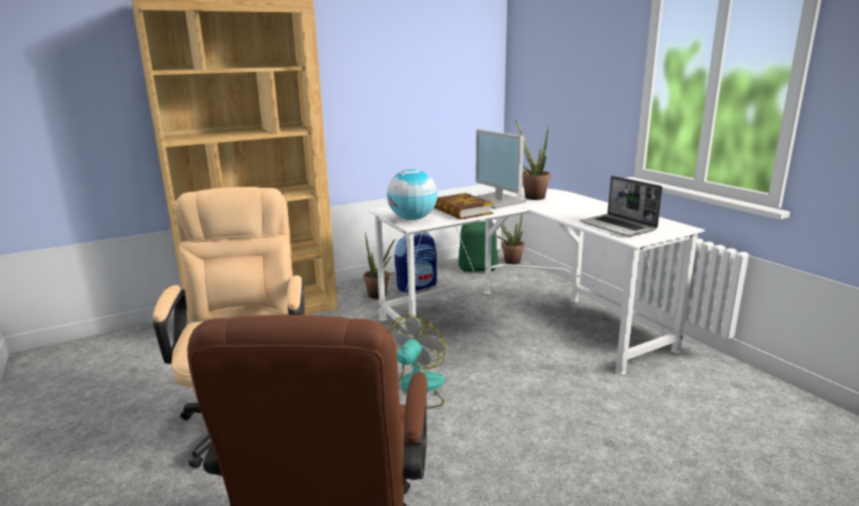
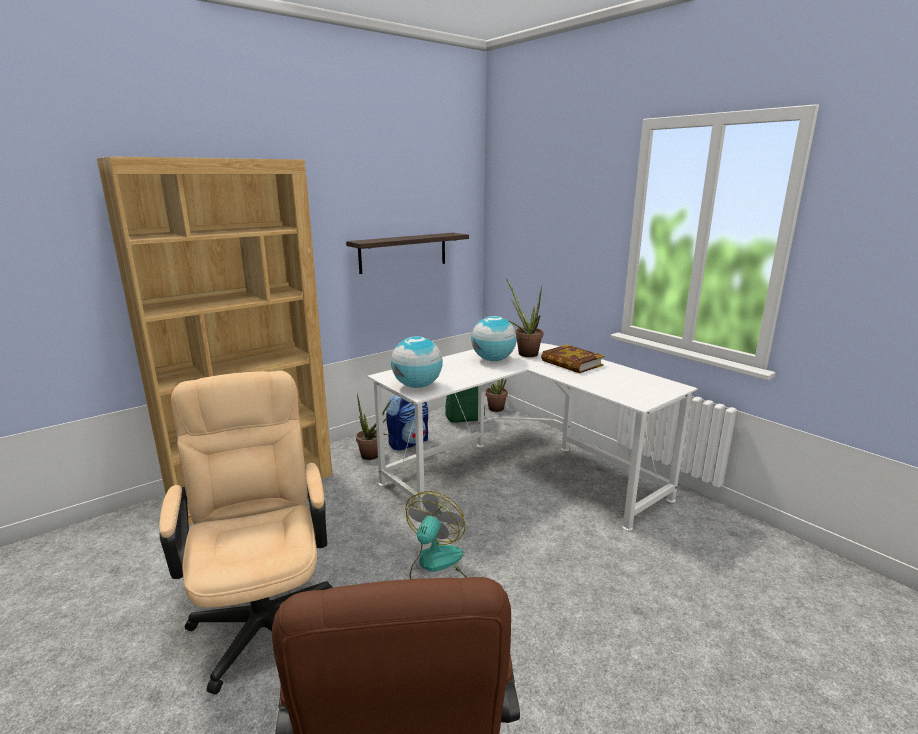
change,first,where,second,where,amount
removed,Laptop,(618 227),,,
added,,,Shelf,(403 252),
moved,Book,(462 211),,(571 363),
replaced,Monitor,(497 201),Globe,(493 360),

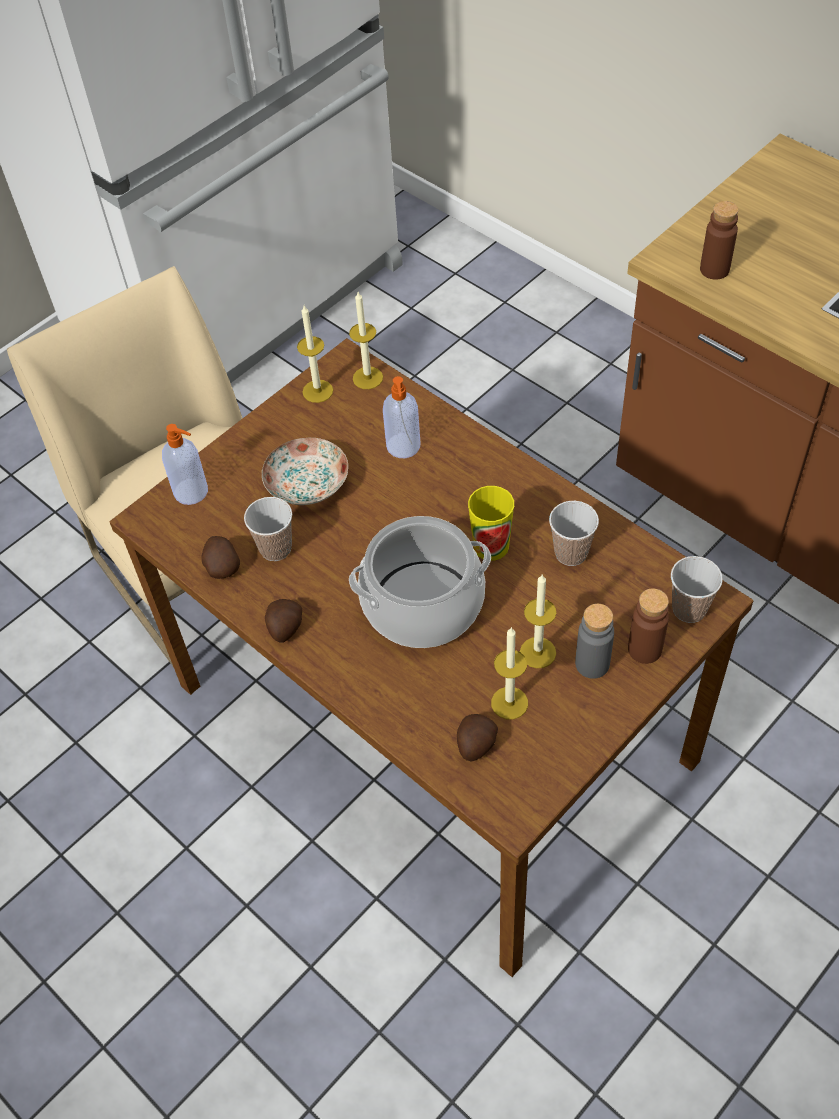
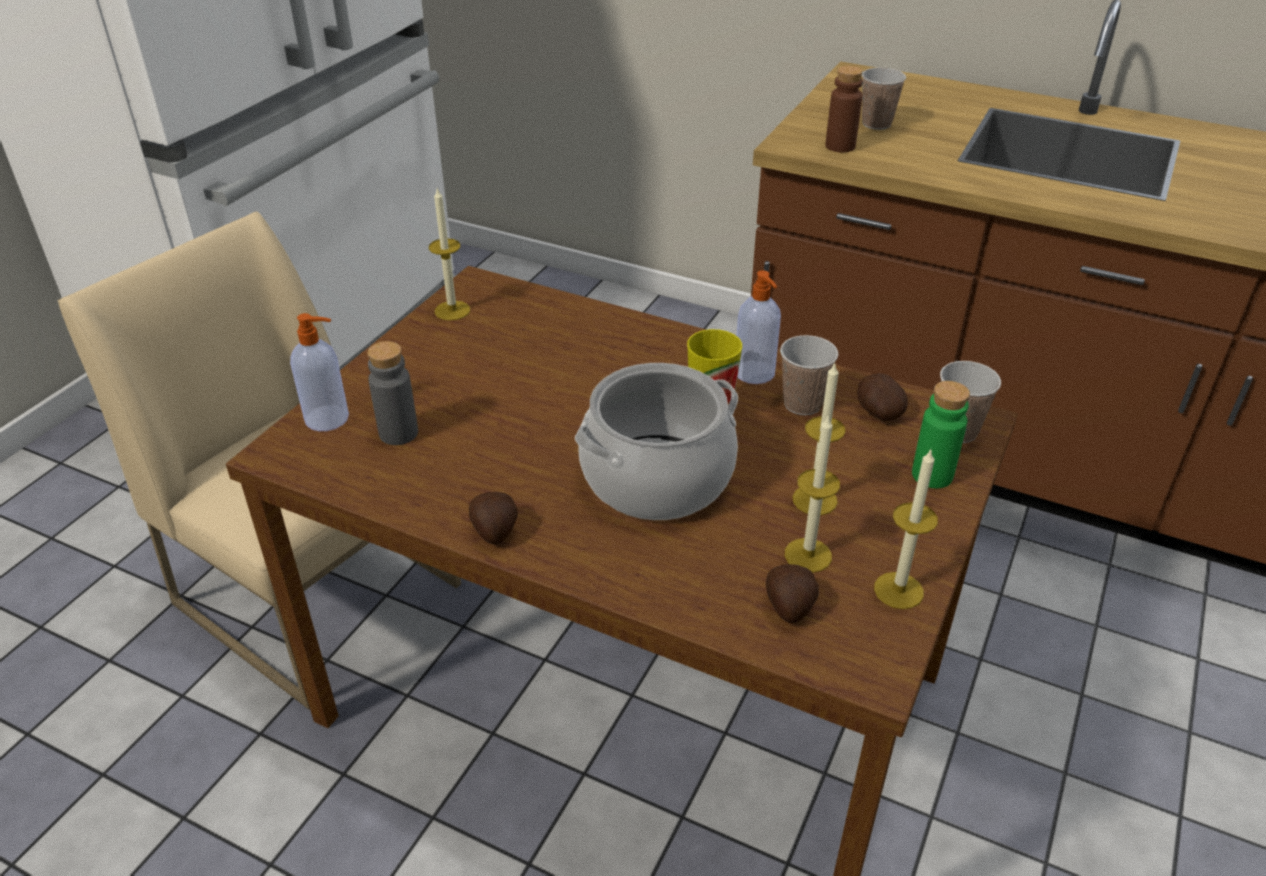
change,first,where,second,where,amount
removed,Plate,(307 483),,,
moved,Potato,(222 566),,(877 412),
moved,Cup,(275 548),,(876 124),
moved,Candle,(367 378),,(898 590),
moved,SoapDispenser,(403 447),,(755 373),
moved,GreyBottle,(592 664),,(398 433),
recoloured,BrownBottle,(644 649),GreenBottle,(932 475),

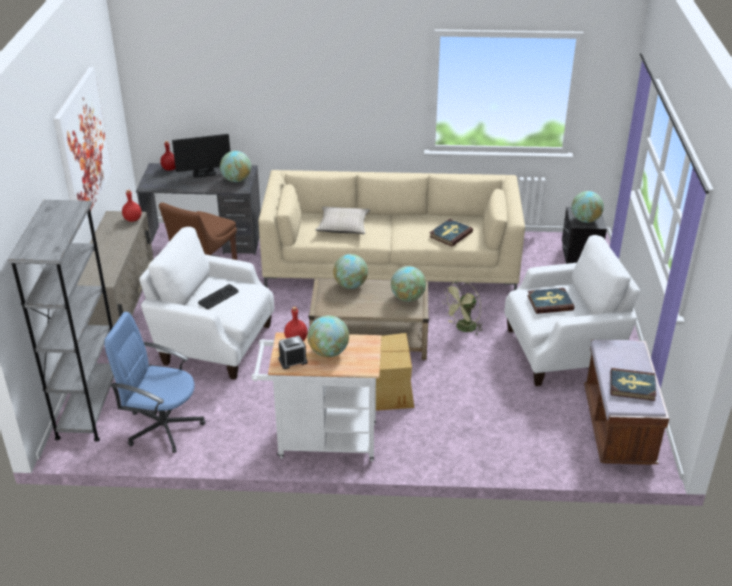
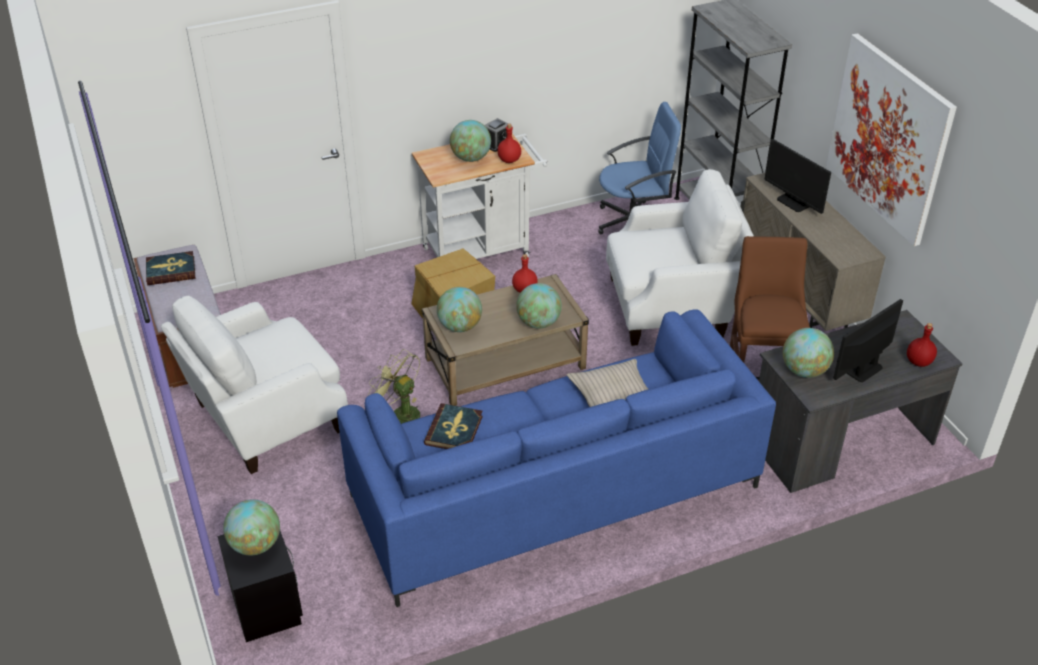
change,first,where,second,where,amount
removed,Keyboard,(219 297),,,
removed,Book,(550 302),,,
added,,,Monitor,(793 202),
moved,RedBottle,(133 219),,(524 289),
recoloured,BeigeSofa,(391 263),BlueSofa,(554 490),
turned,GreenFan,(463 328),,(400 413),75 degrees counterclockwise

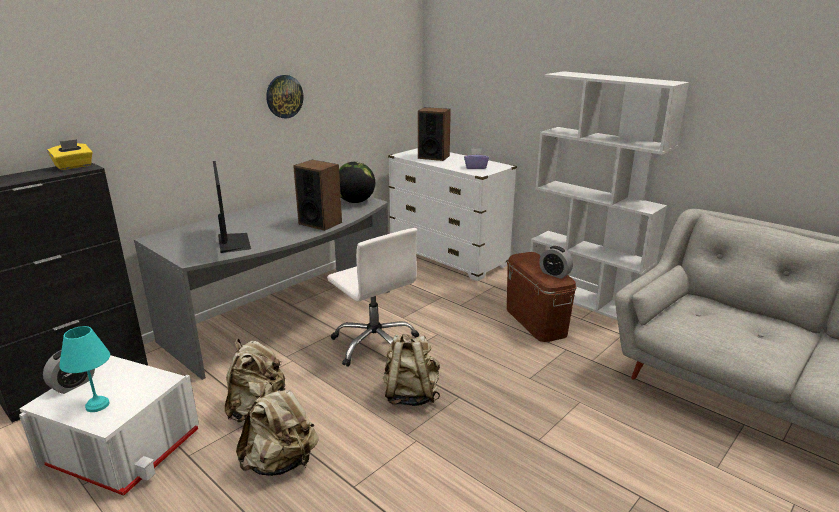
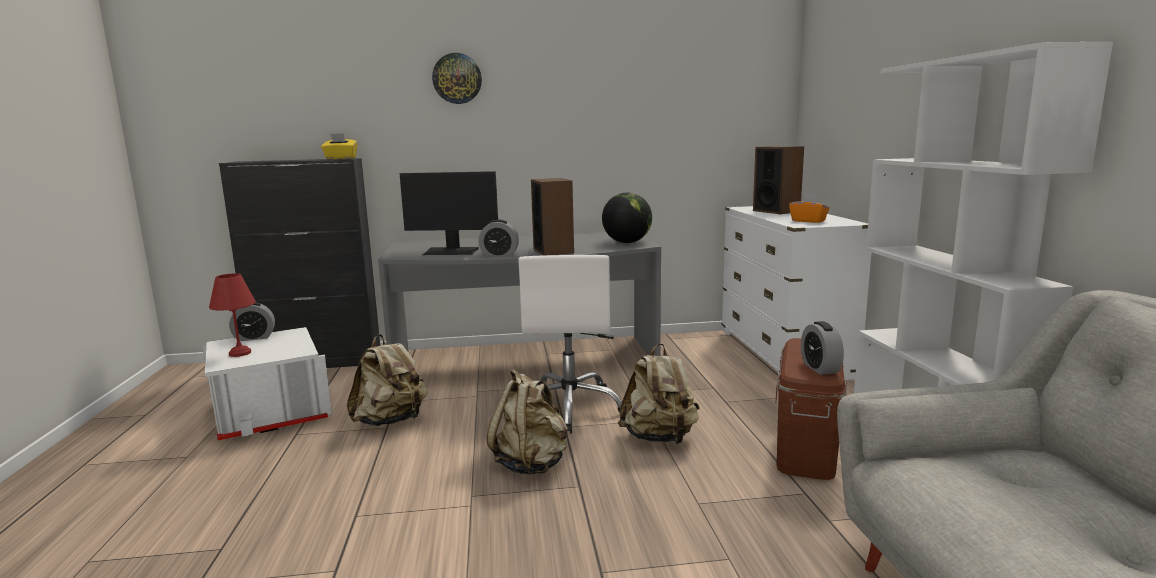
change,first,where,second,where,amount
added,,,AlarmClock,(499 255),
moved,BeigeBackpack,(281 463),,(659 438),
moved,WallClock,(284 96),,(457 78),
recoloured,TurquoiseTableLamp,(98 405),RedTableLamp,(241 353),
recoloured,PurpleTissueBox,(475 167),OrangeTissueBox,(808 221),
turned,Monitor,(232 242),,(451 251),75 degrees clockwise

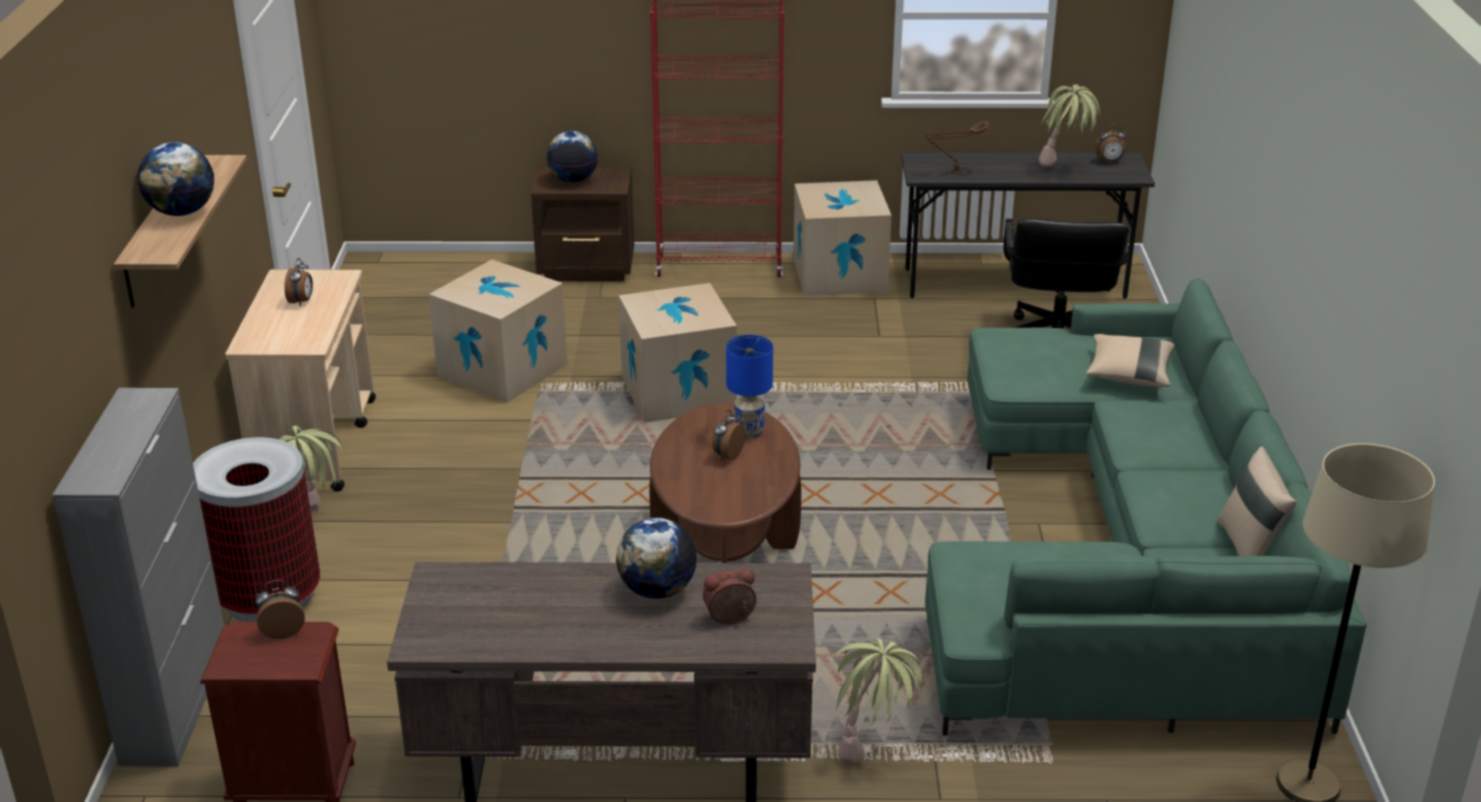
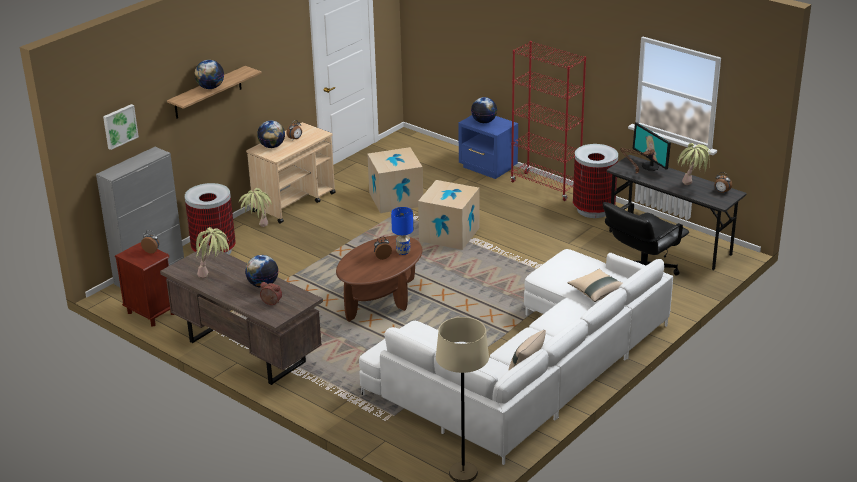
change,first,where,second,where,amount
added,,,Picture,(119 126),
added,,,Globe,(272 146),
added,,,Monitor,(650 166),
moved,PottedPlant,(874 748),,(215 277),
replaced,CardboardBox,(839 275),TrashCan,(593 209),
recoloured,BrownNightstand,(588 269),BlueNightstand,(488 168),
recoloured,GreenSofa,(1127 555),WhiteSofa,(529 370),

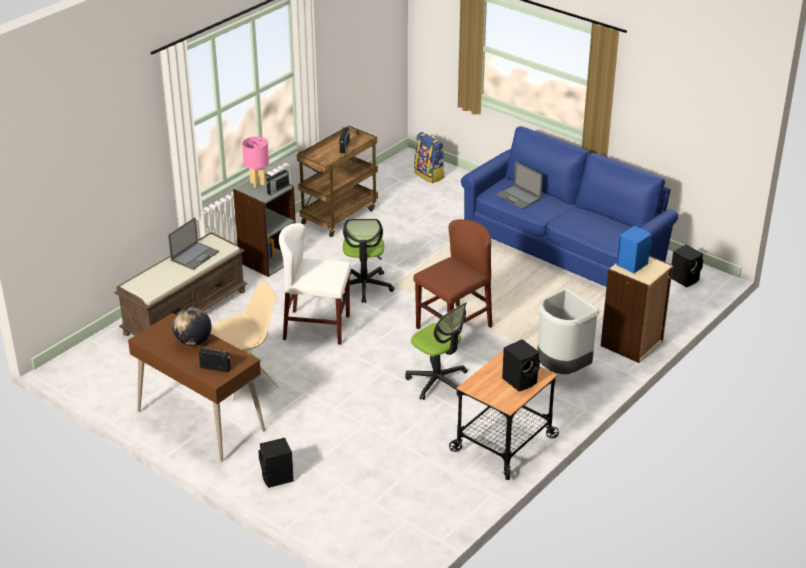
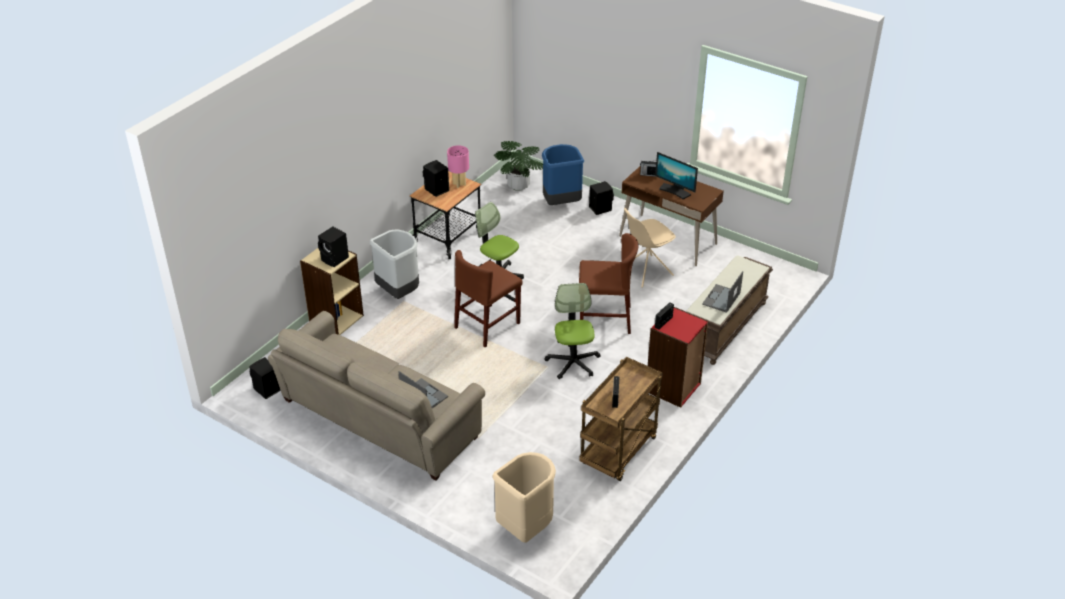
change,first,where,second,where,amount
added,,,PottedPlant,(518 185),
added,,,BlueTrashCan,(561 203),
moved,PinkTableLamp,(257 183),,(459 184),
replaced,Globe,(193 342),Monitor,(675 191),
replaced,Backpack,(430 175),BeigeTrashCan,(525 528),
recoloured,GreyBookcase,(267 260),RedBookcase,(673 388),
recoloured,WhiteChair,(317 327),BrownChair,(605 319),
recoloured,BlueSofa,(565 248),BeigeSofa,(376 422),
recoloured,BlueSpeaker,(631 264),BlackSpeaker,(335 259),

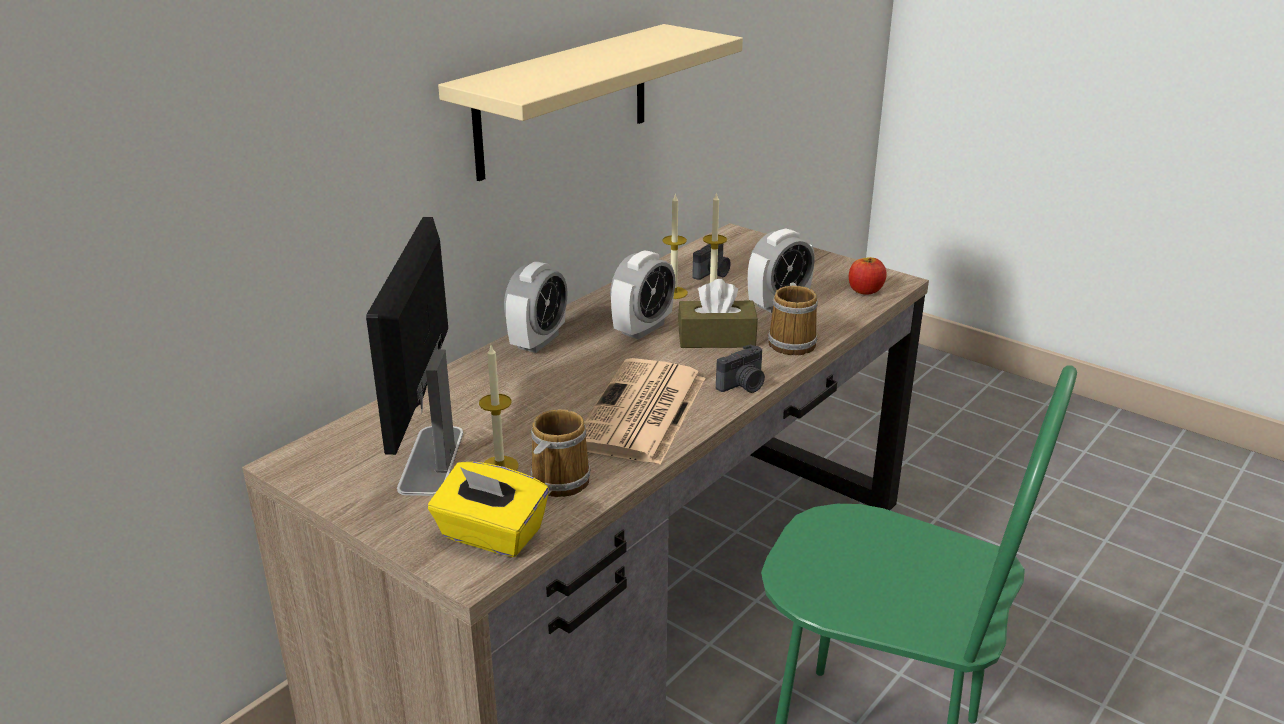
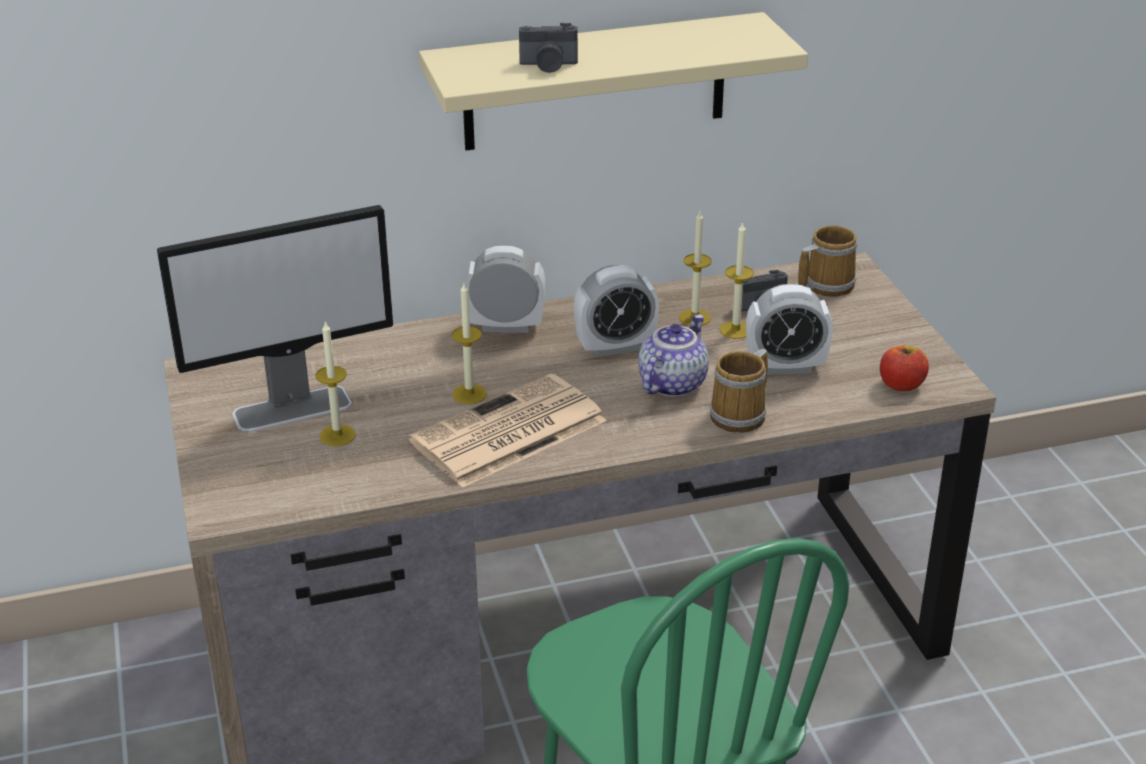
change,first,where,second,where,amount
removed,YellowTissueBox,(490 535),,,
added,,,Candle,(469 394),
moved,Mug,(556 482),,(825 285),
moved,PhotoCamera,(743 386),,(548 65),
replaced,BrownTissueBox,(716 338),Teapot,(671 383),
turned,Monitor,(431 461),,(294 408),150 degrees counterclockwise
turned,AlarmClock,(538 341),,(506 326),150 degrees counterclockwise

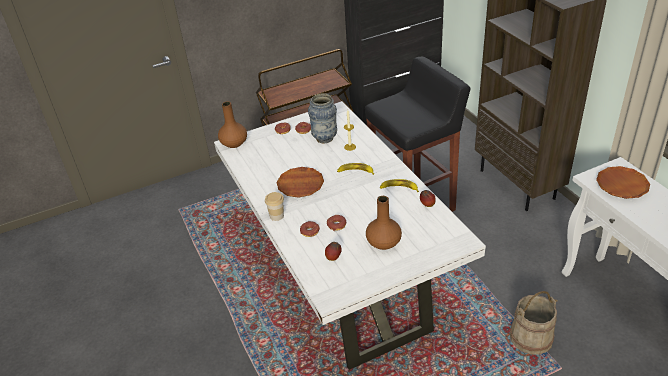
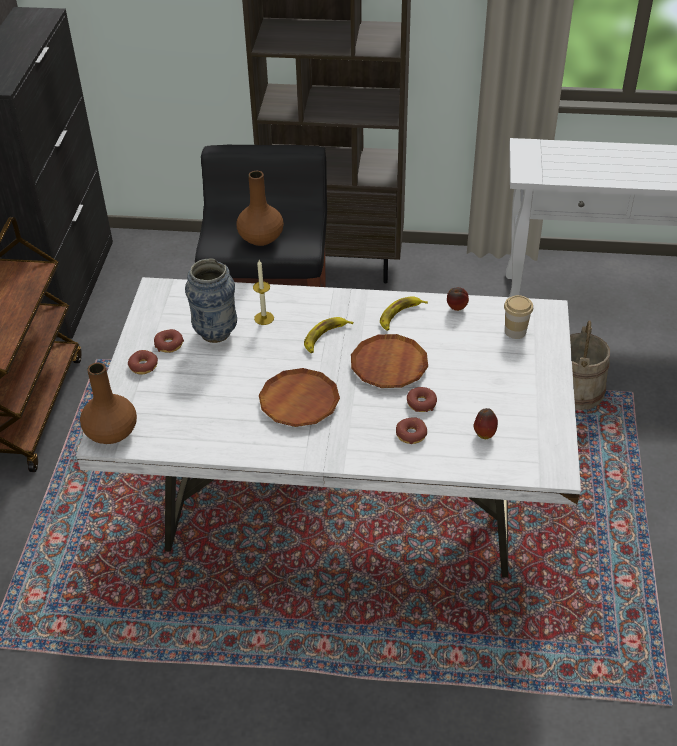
change,first,where,second,where,amount
moved,Cup,(276 216),,(515 331),
moved,BrownVase,(383 243),,(261 238),
moved,BrownPlate,(622 185),,(389 365),

